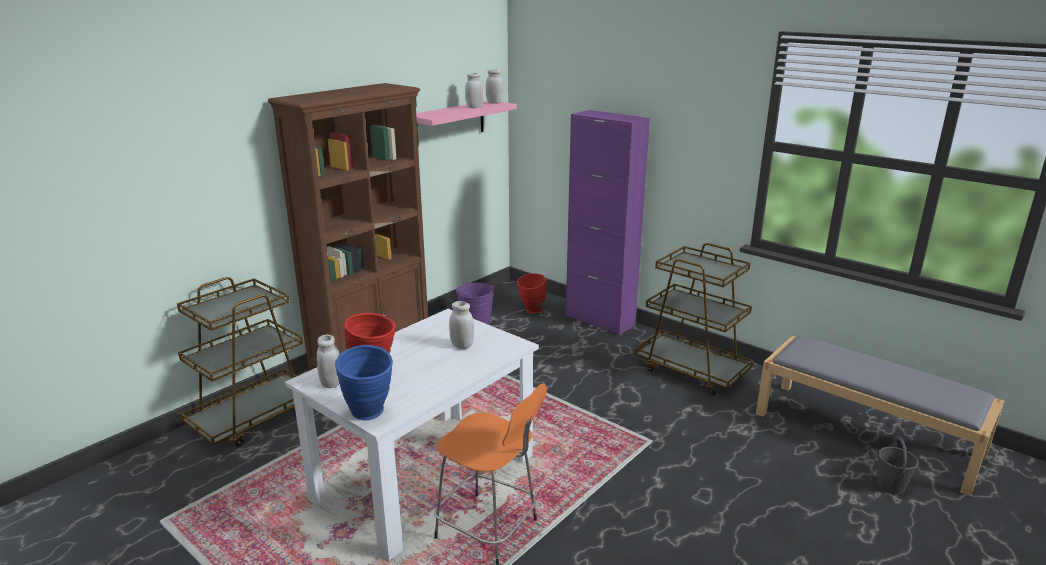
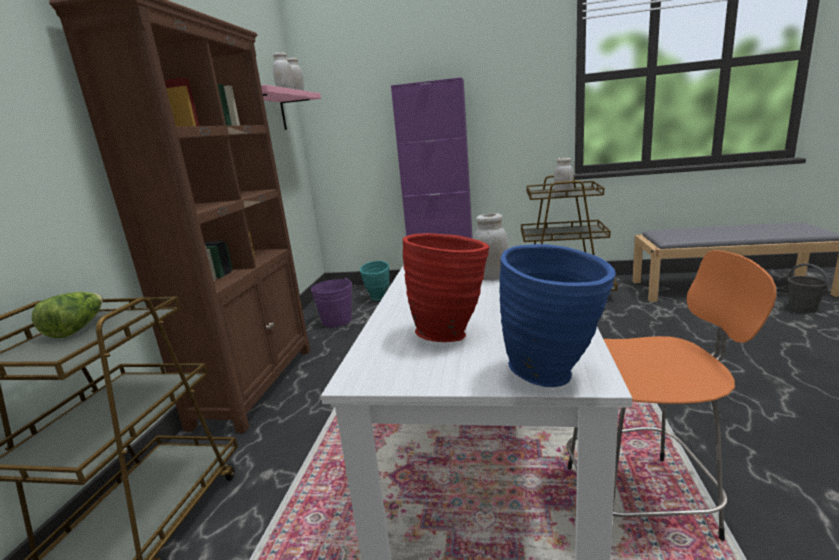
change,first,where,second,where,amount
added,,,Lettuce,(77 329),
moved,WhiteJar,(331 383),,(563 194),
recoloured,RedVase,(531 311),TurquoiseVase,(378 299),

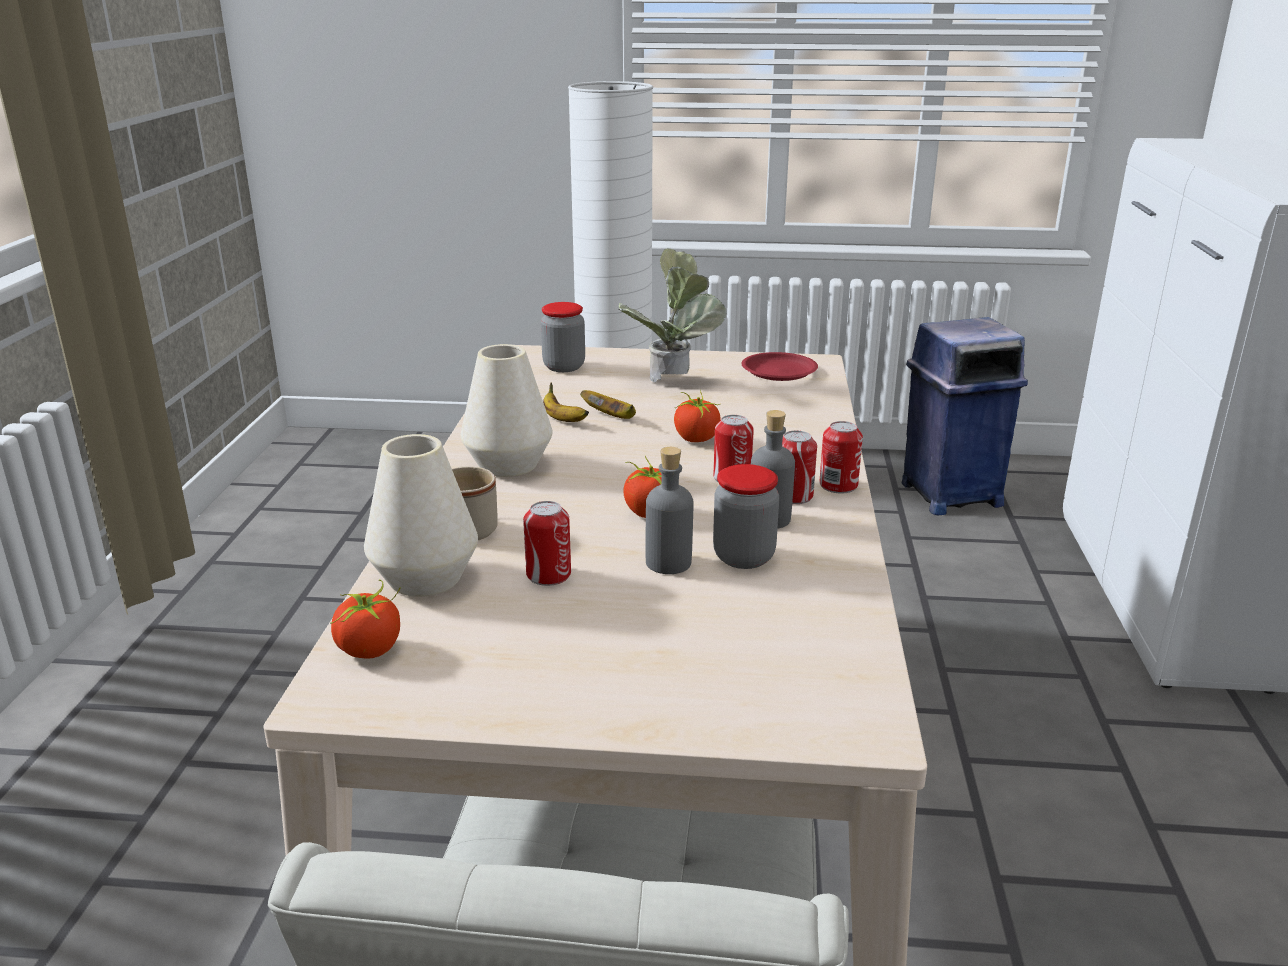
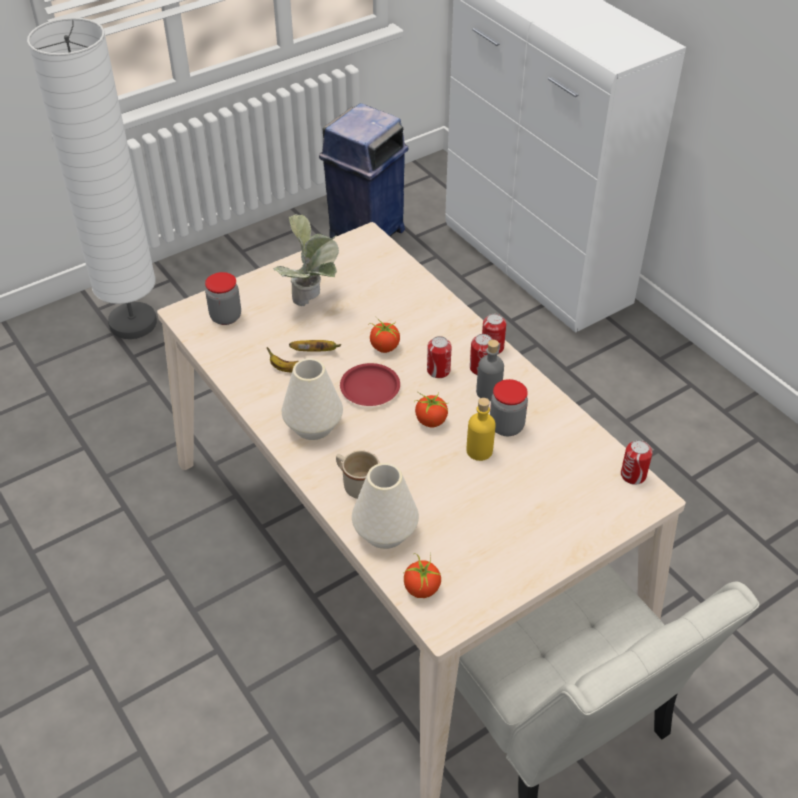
change,first,where,second,where,amount
moved,Can,(548 575),,(633 475),
moved,RedPlate,(778 372),,(370 388),
recoloured,GreyBottle,(668 563),YellowBottle,(479 451),

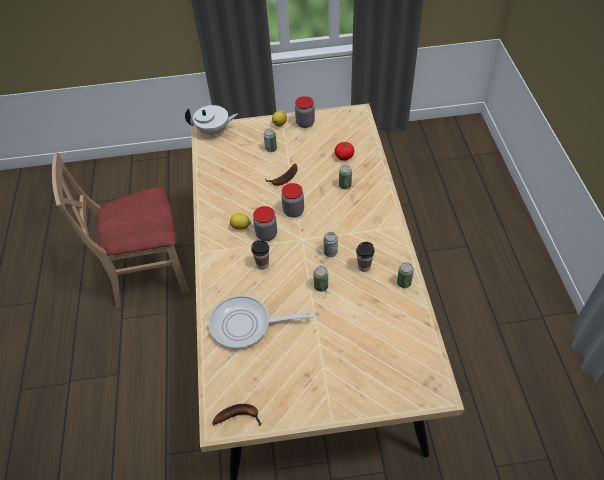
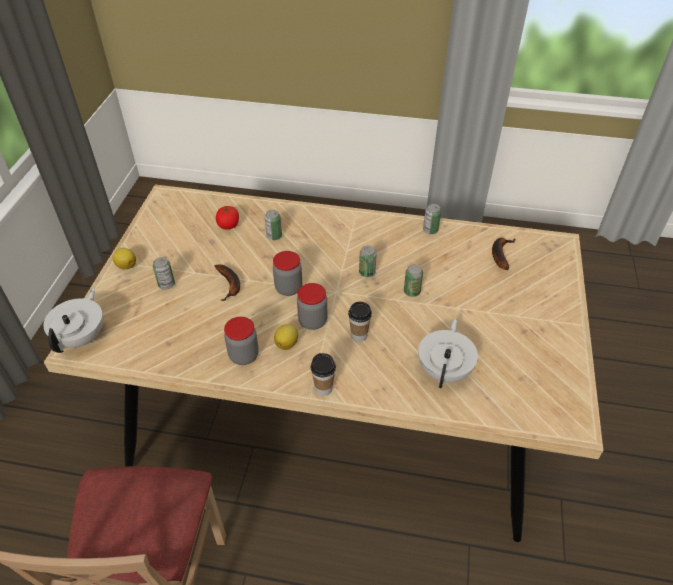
change,first,where,second,where,amount
moved,Banana,(239 415),,(500 254),
moved,Jar,(305 123),,(244 355),
moved,Cup,(364 267),,(323 388),
replaced,FryingPan,(246 325),WhiteTeapot,(445 370),

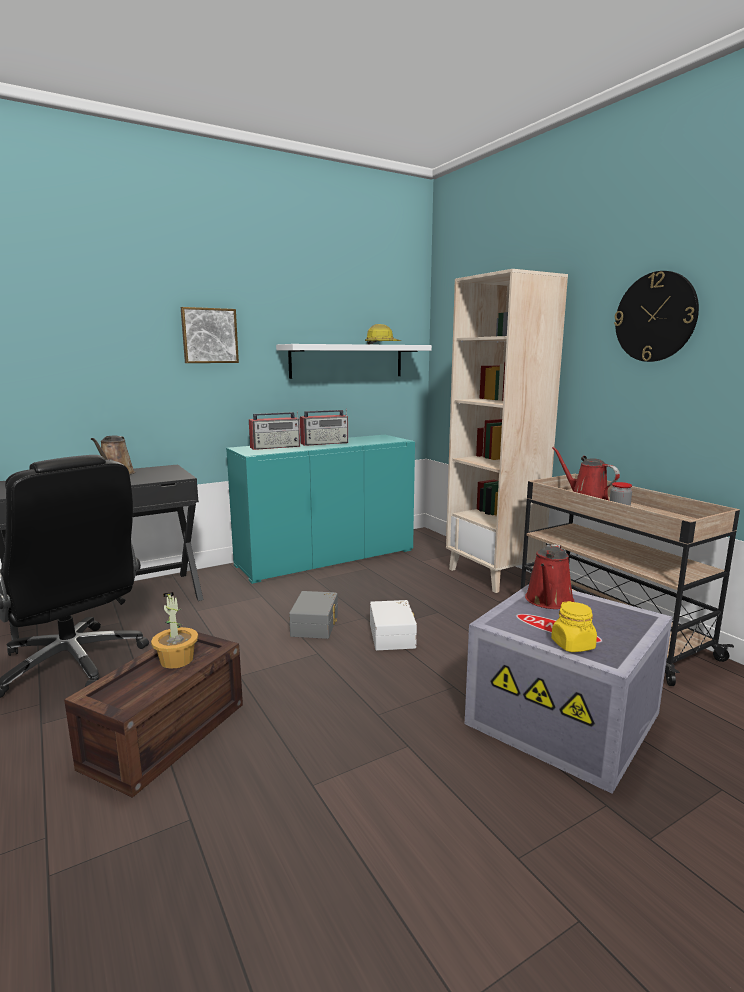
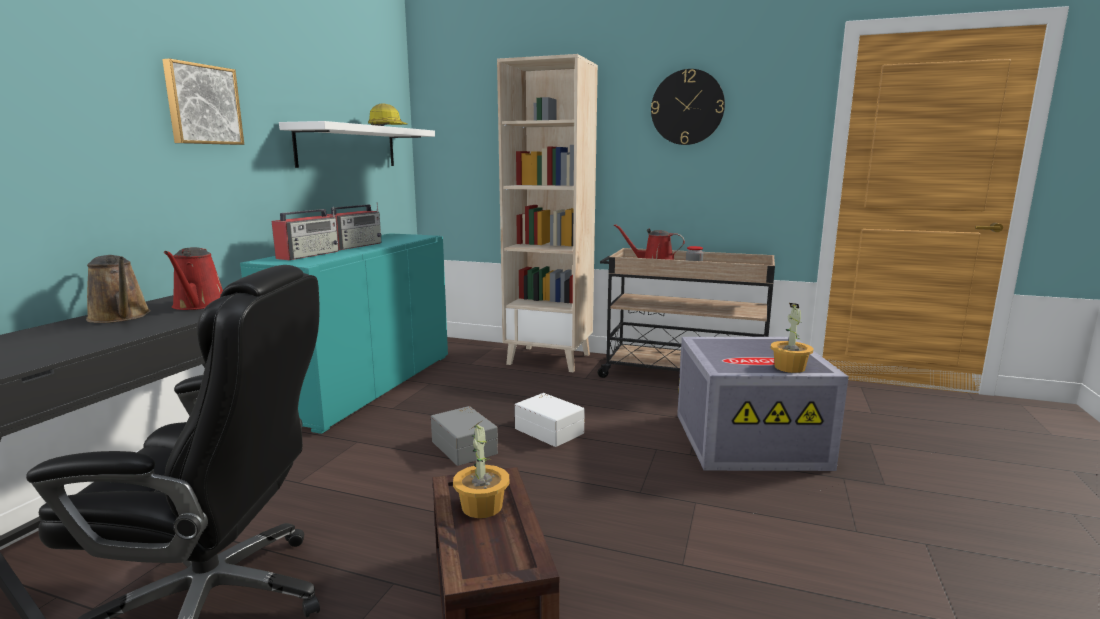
change,first,where,second,where,amount
moved,RedWateringCan,(548 601),,(198 305),
replaced,YellowJar,(573 645),PottedPlant,(789 368),

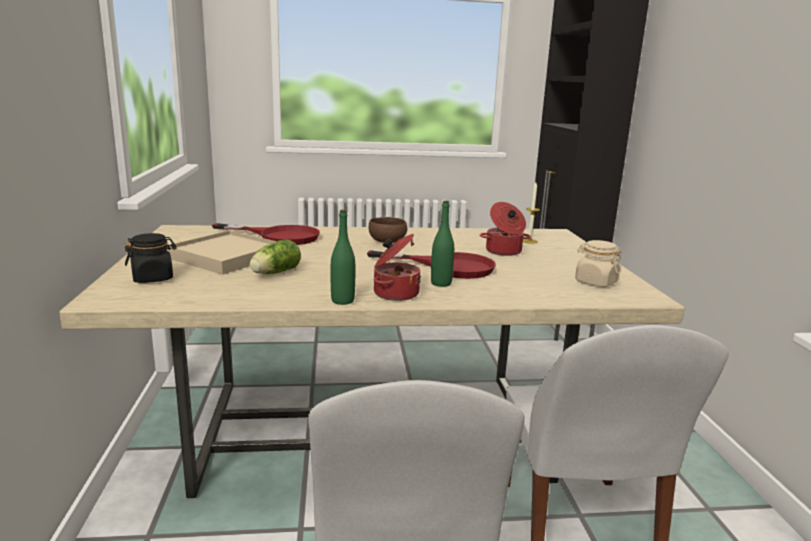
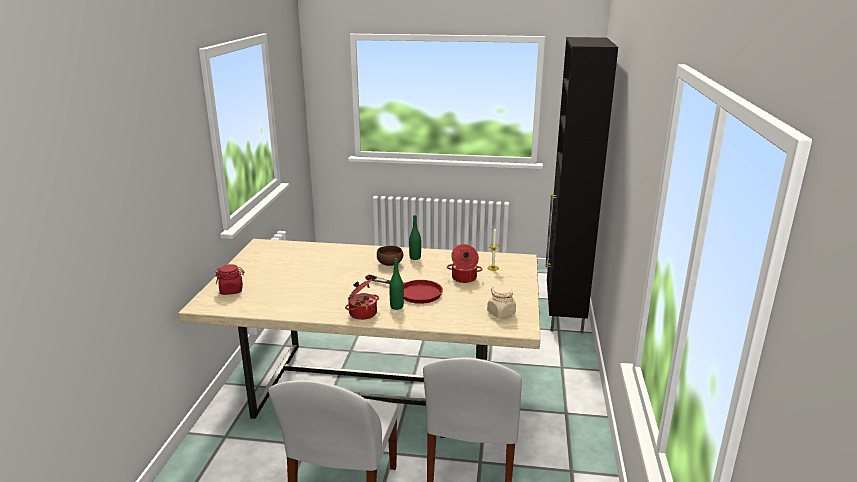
change,first,where,second,where,amount
removed,BeigeTray,(227 256),,,
removed,RedFryingPan,(279 236),,,
removed,Lettuce,(274 273),,,
moved,GreenBottle,(342 301),,(415 257),
recoloured,BlackJar,(153 278),RedJar,(231 290),

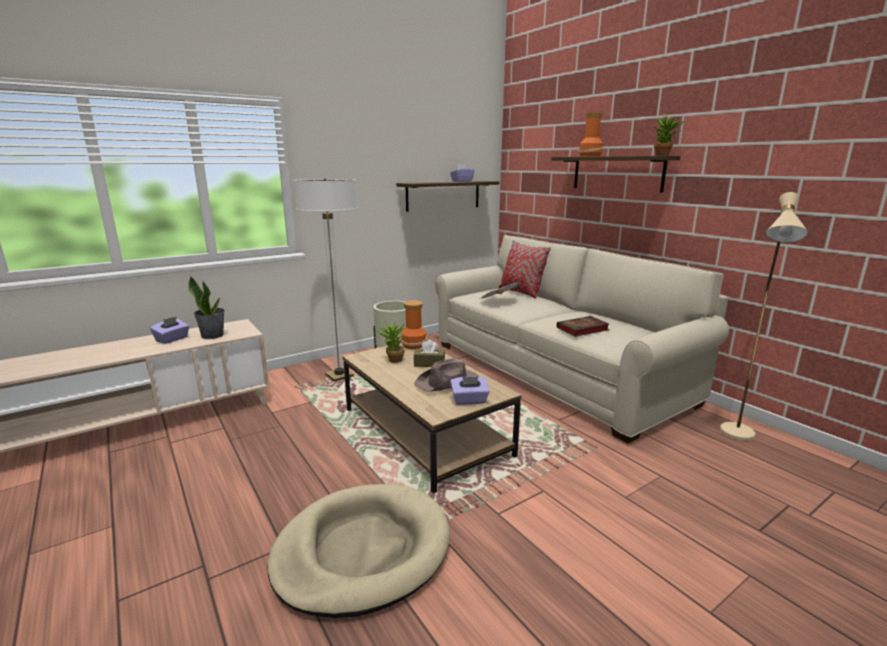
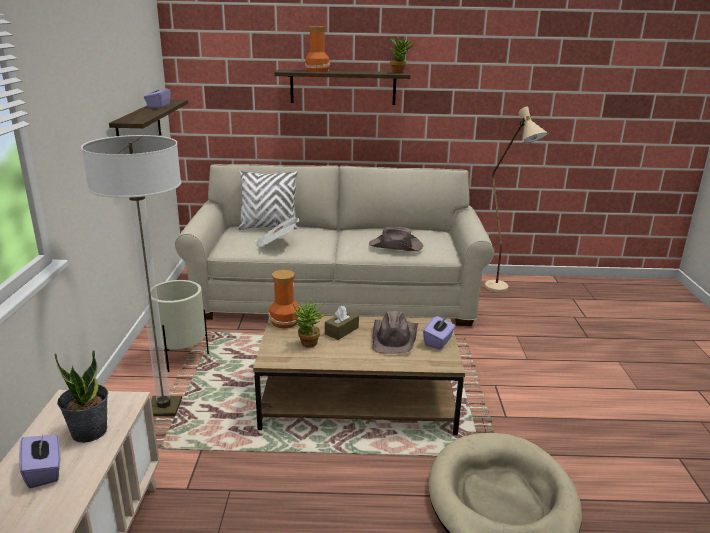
change,first,where,second,where,amount
replaced,Book,(581 329),BrownHat,(396 246),
recoloured,RedPillow,(521 292),WhitePillow,(268 227),

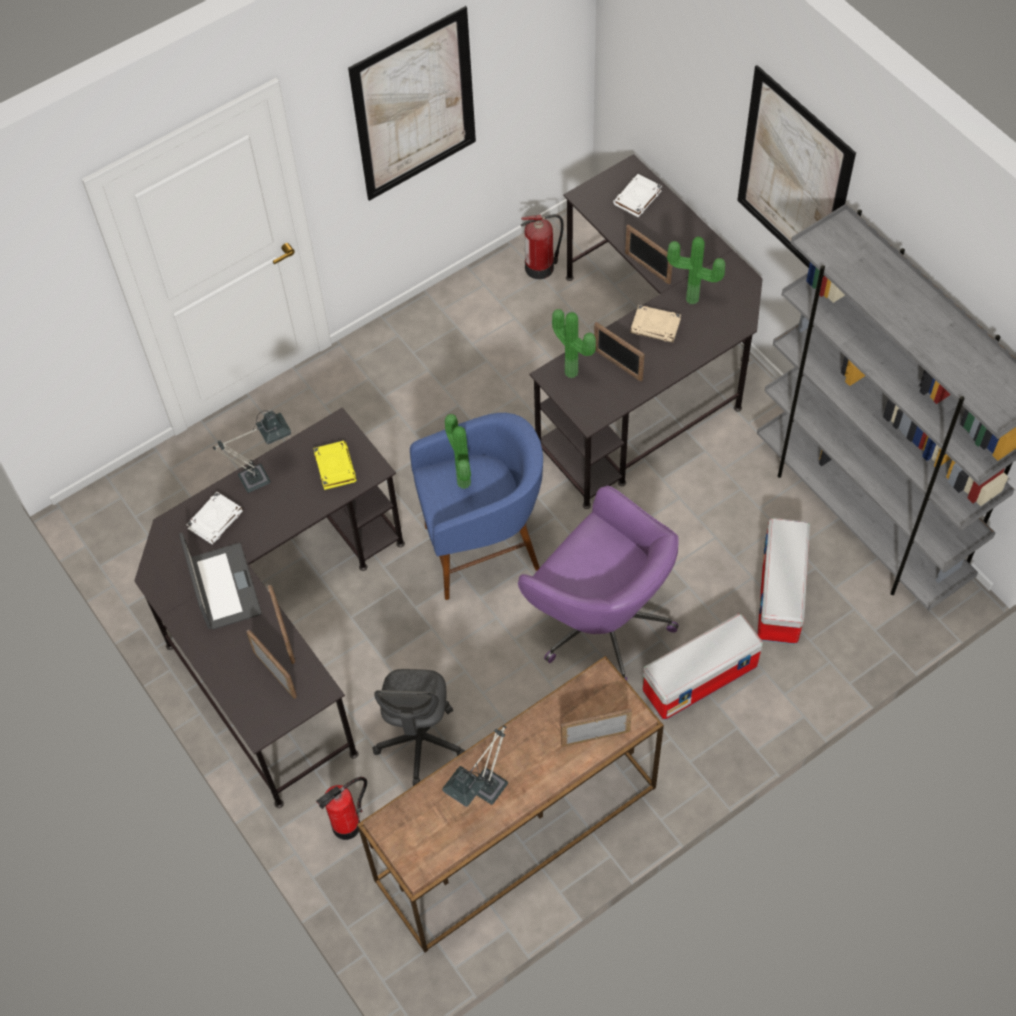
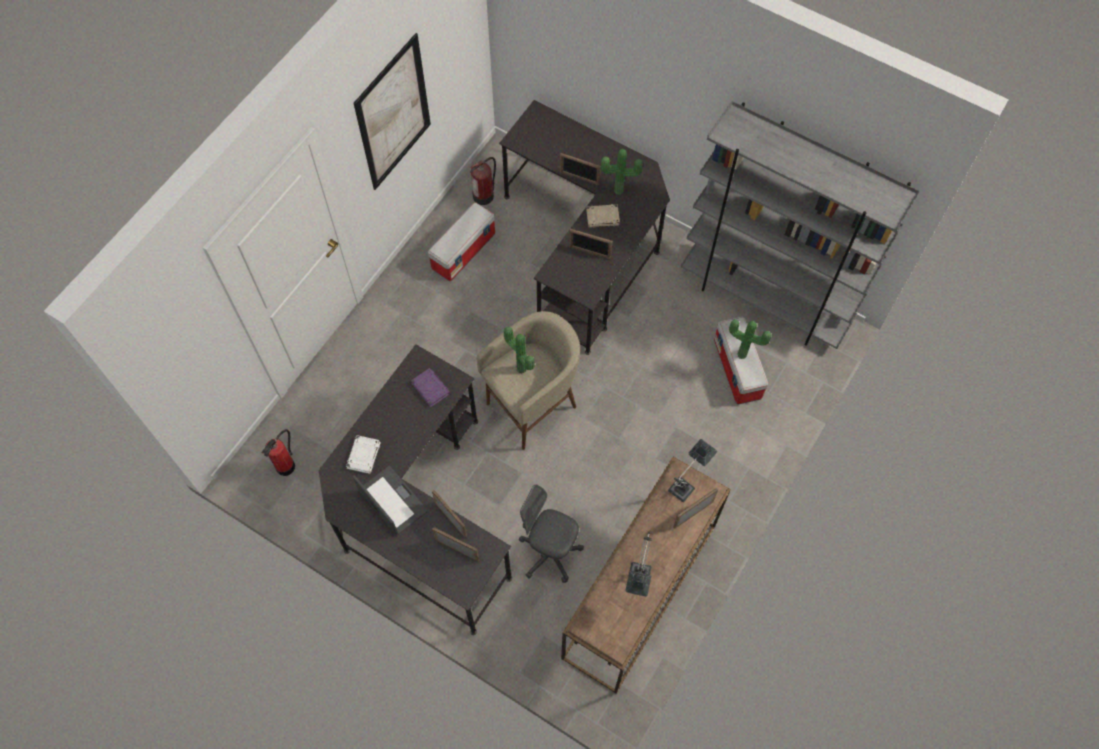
change,first,where,second,where,amount
removed,PurpleOfficeChair,(601 621),,,
removed,WhiteBook,(637 198),,,
removed,Picture,(793 177),,,
moved,TableLamp,(262 476),,(685 485),
moved,FireExtinguisher,(347 826),,(286 466),
moved,PottedPlant,(573 371),,(742 353),
moved,StorageBox,(700 677),,(463 250),
recoloured,YellowBook,(334 466),PurpleBook,(430 388),
recoloured,BlueStool,(483 551),BeigeStool,(533 407),
turned,GreyOfficeChair,(420 742),,(550 553),135 degrees clockwise

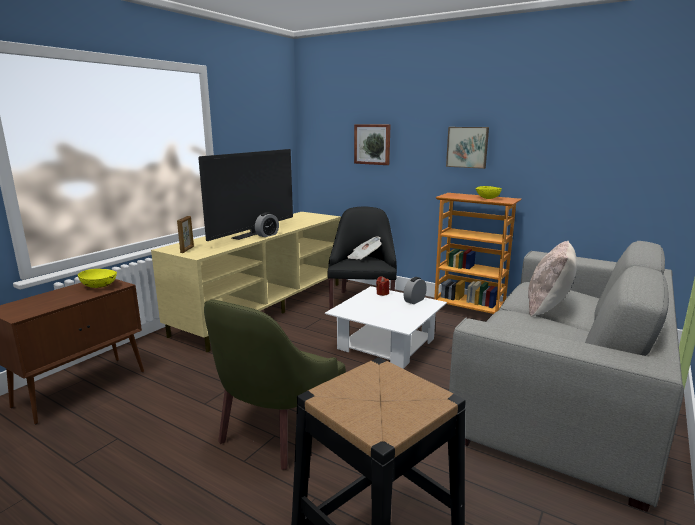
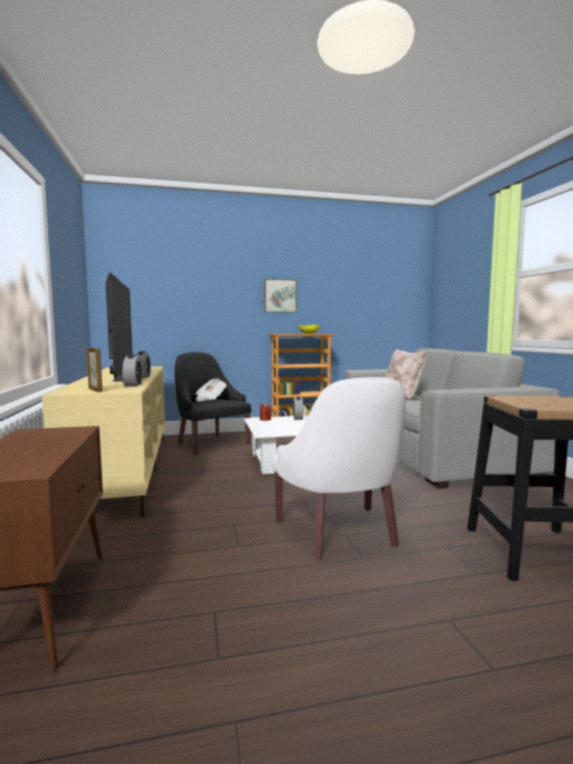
change,first,where,second,where,amount
removed,YellowBowl,(100 286),,,
removed,Picture,(372 144),,,
added,,,AlarmClock,(133 385),
recoloured,GreenArmchair,(275 432),WhiteArmchair,(340 532),

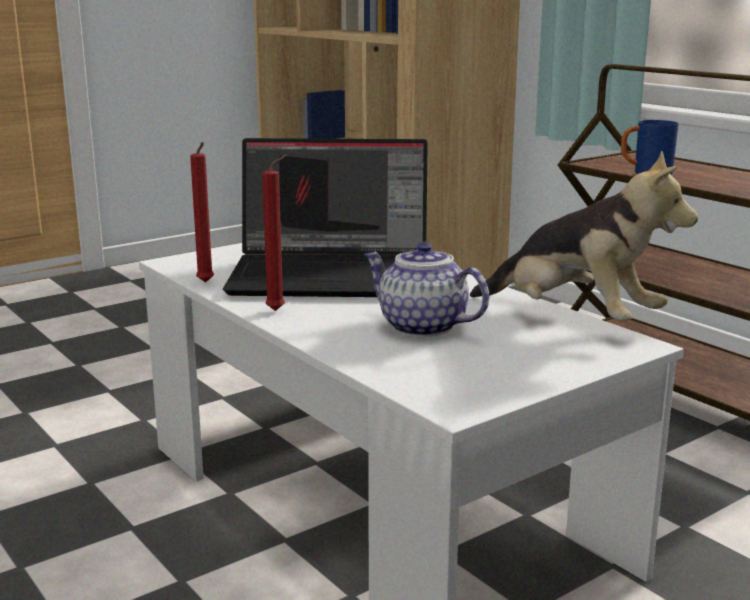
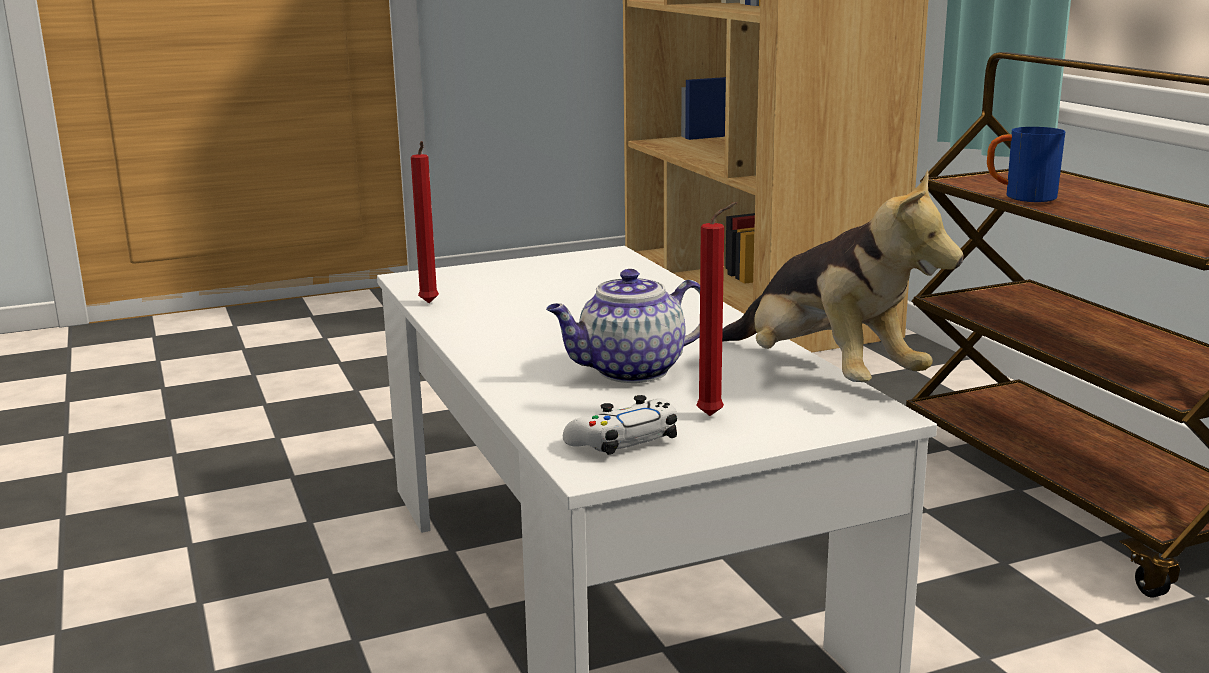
change,first,where,second,where,amount
removed,Laptop,(334 274),,,
added,,,WhiteGameController,(624 440),
moved,RedCandle,(278 310),,(714 416),
turned,Teapot,(420 326),,(630 371),75 degrees counterclockwise

